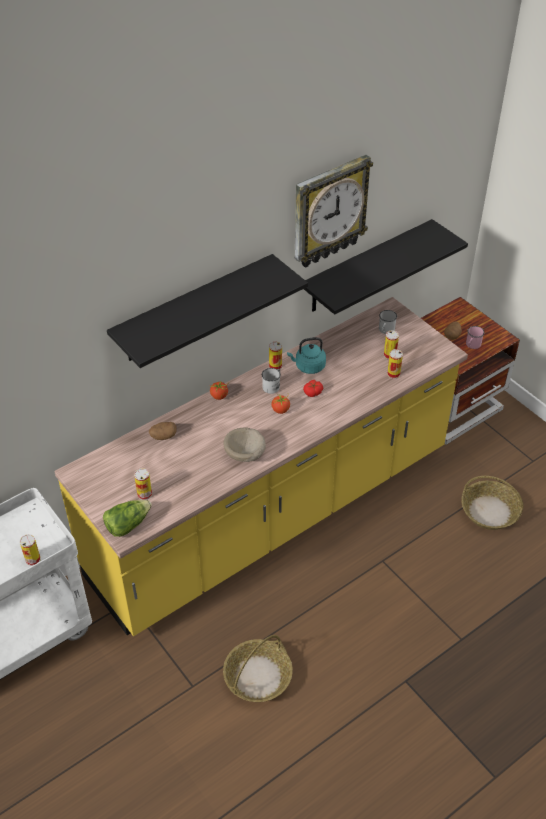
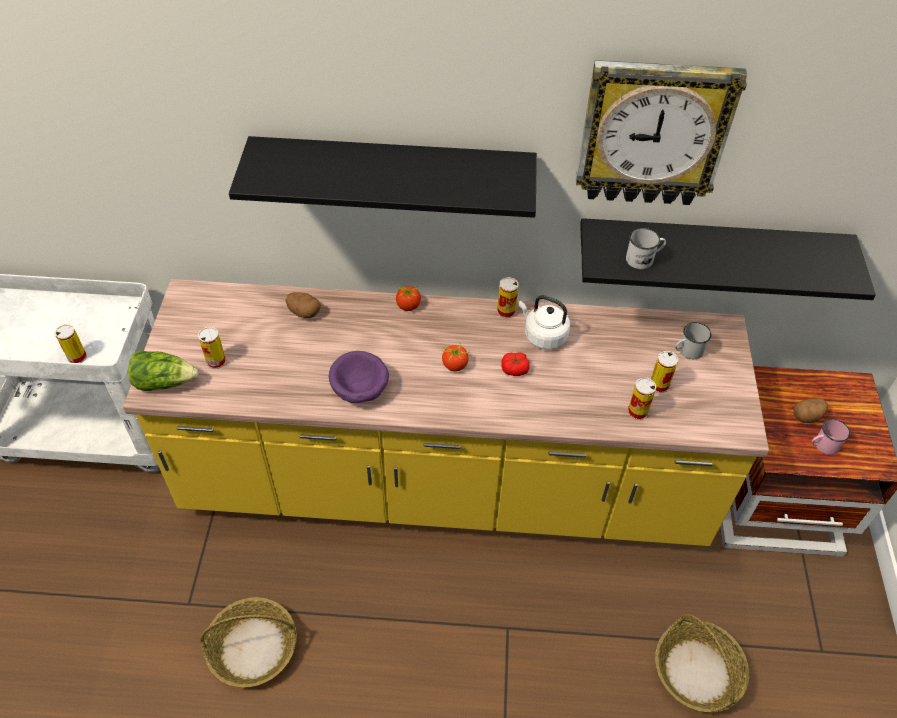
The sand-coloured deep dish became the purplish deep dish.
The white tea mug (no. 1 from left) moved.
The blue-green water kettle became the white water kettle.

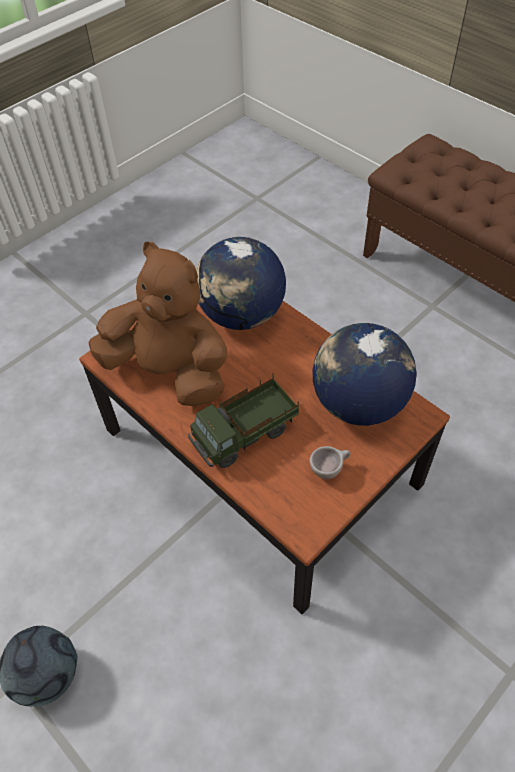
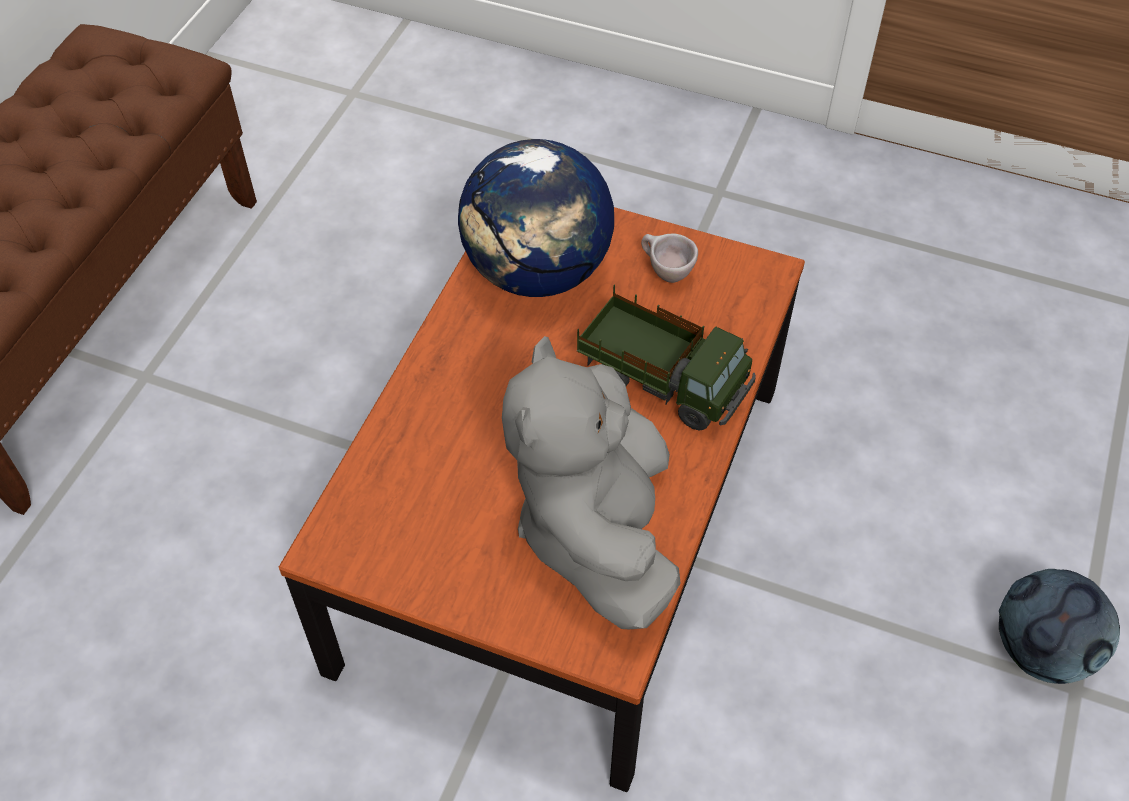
The brownish cuddly toy became the grey cuddly toy.
The desk globe (no. 1 from left) disappeared.

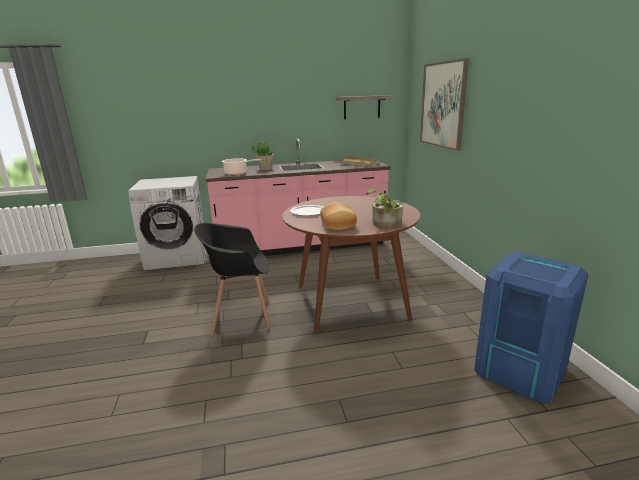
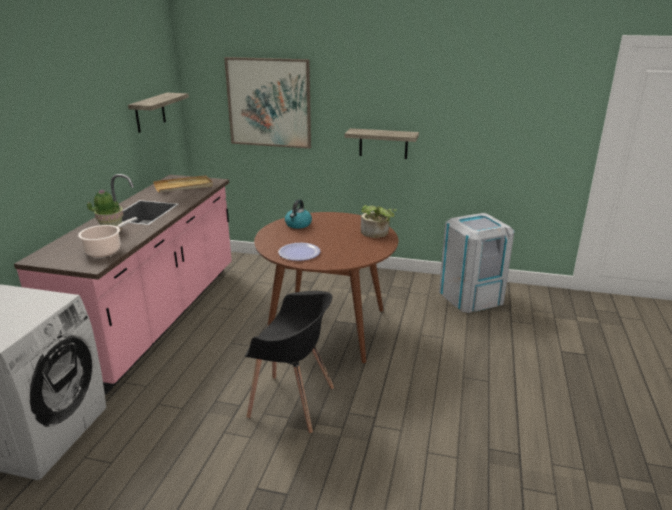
The black chair turned 90 degrees counterclockwise.
The bread disappeared.
The blue-coloured waste bin became the grey waste bin.
The water kettle appeared.
The bracket shelf (no. 2 from left) appeared.

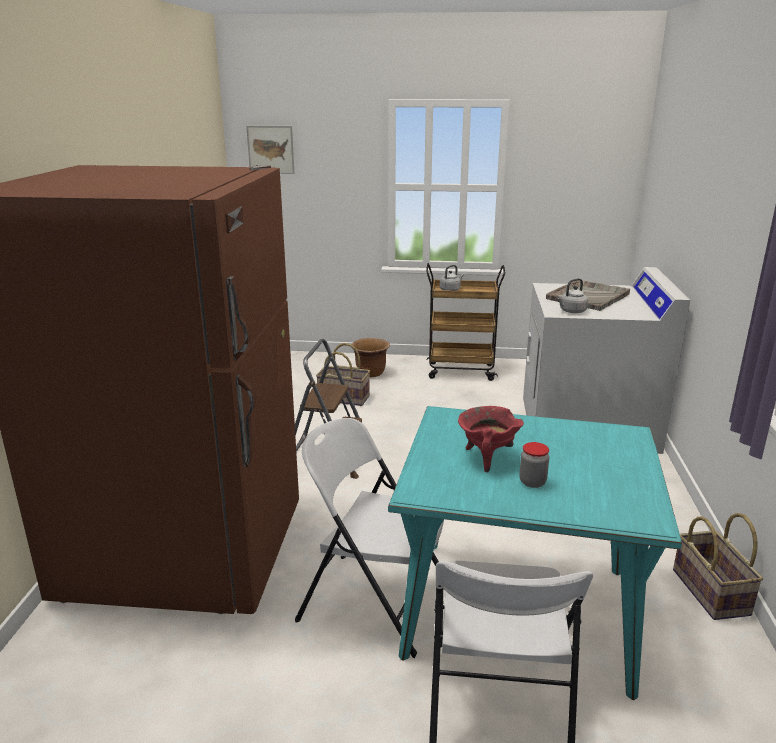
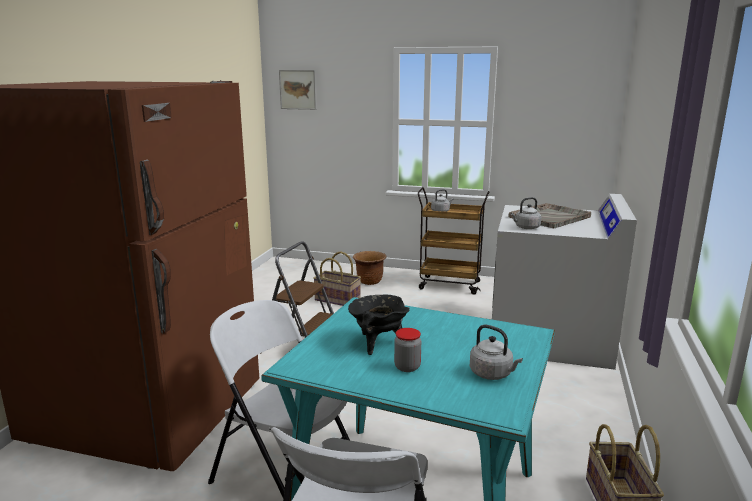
The red saucepot became the black saucepot.
The grey water kettle (no. 2 from left) appeared.

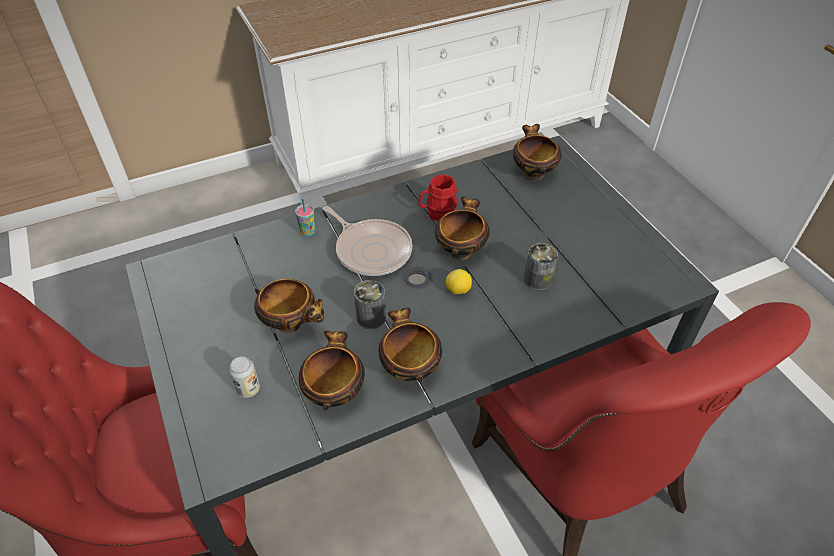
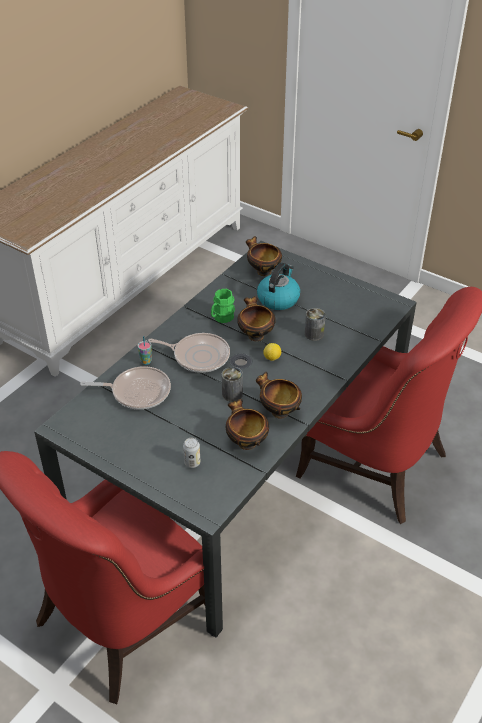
The deep dish (no. 1 from left) disappeared.
The red tea mug became the greenish tea mug.
The pan (no. 1 from left) appeared.
The water kettle appeared.

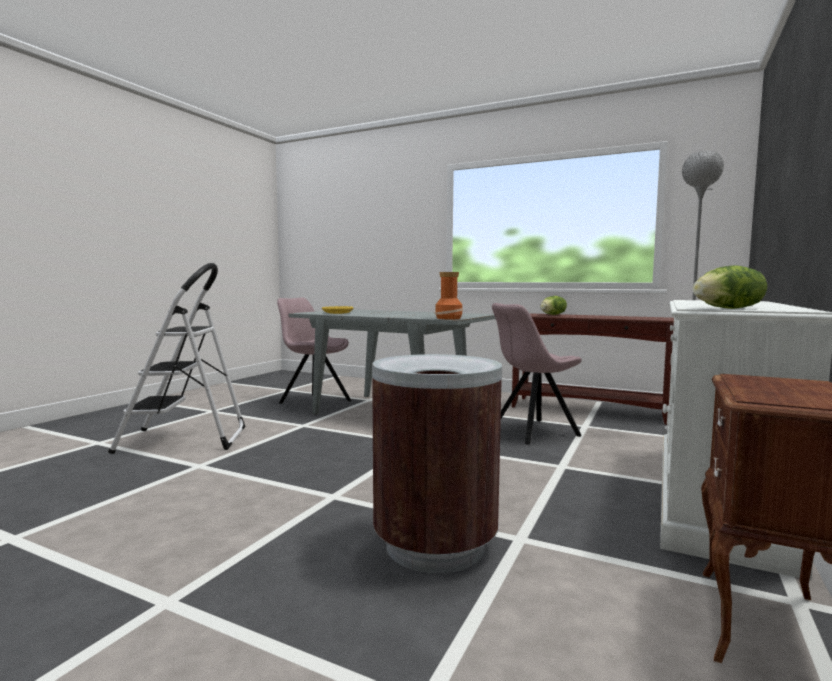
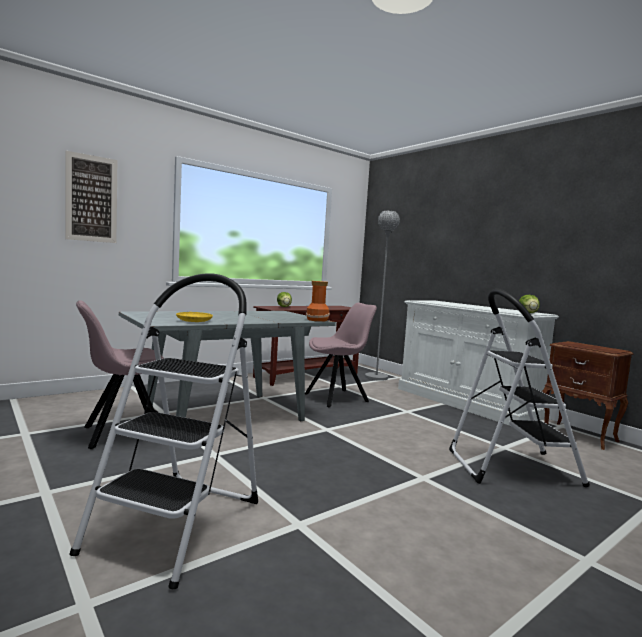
The brownish waste bin was replaced by the step stool (no. 2 from left).
The pink-coloured chair (no. 2 from left) turned 120 degrees counterclockwise.
The wall art appeared.

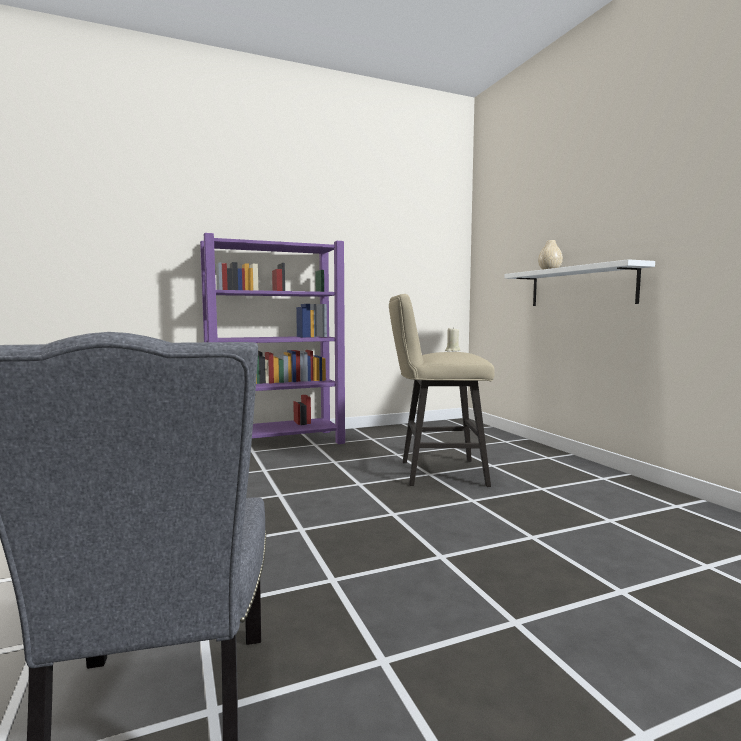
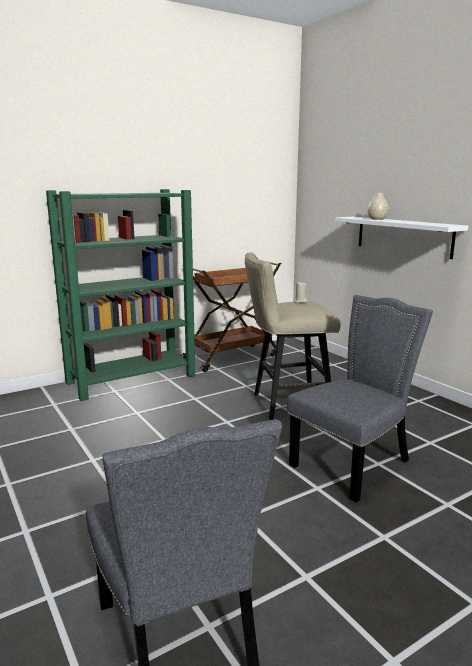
The purplish bookcase became the greenish bookcase.
The brownish wheeled cart appeared.
The grey chair (no. 2 from left) appeared.

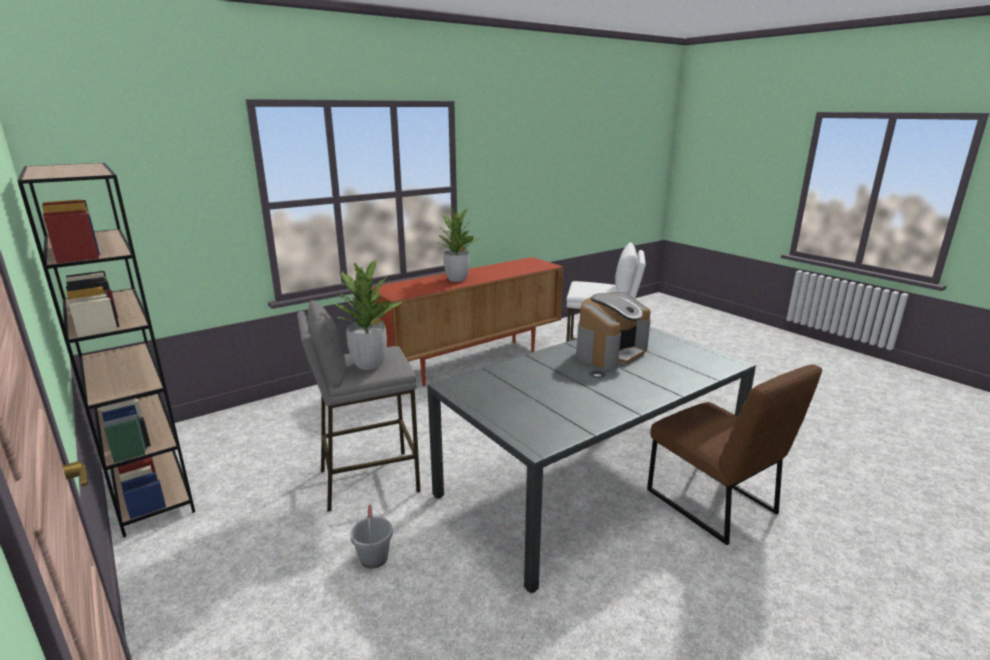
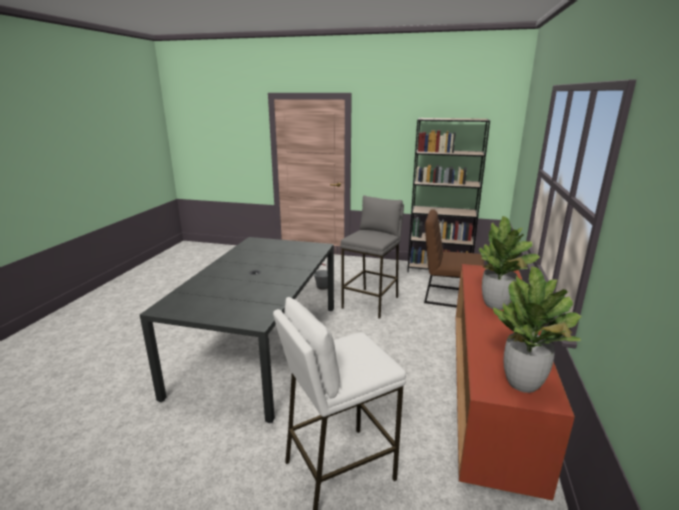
The plant in a pot (no. 1 from left in the first image) moved.
The coffee machine disappeared.
The brownish chair moved.

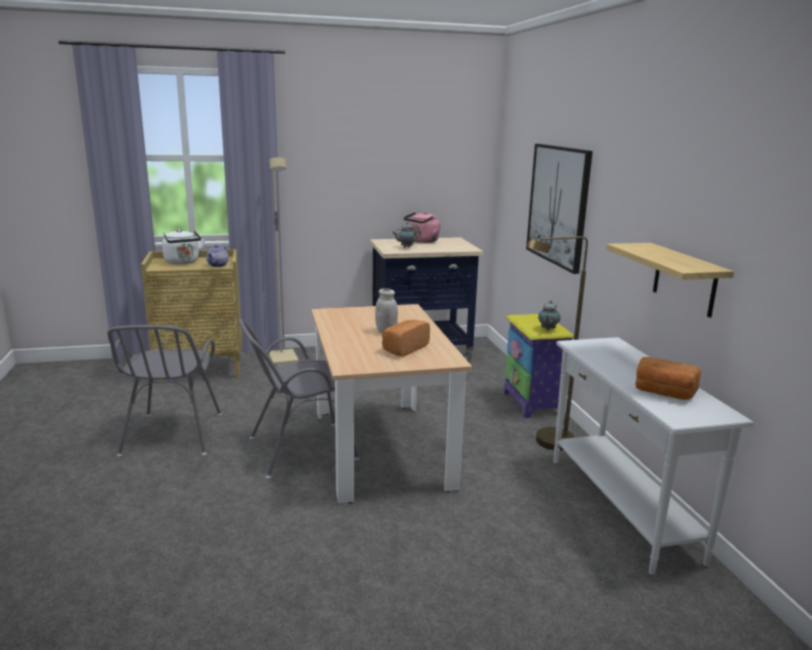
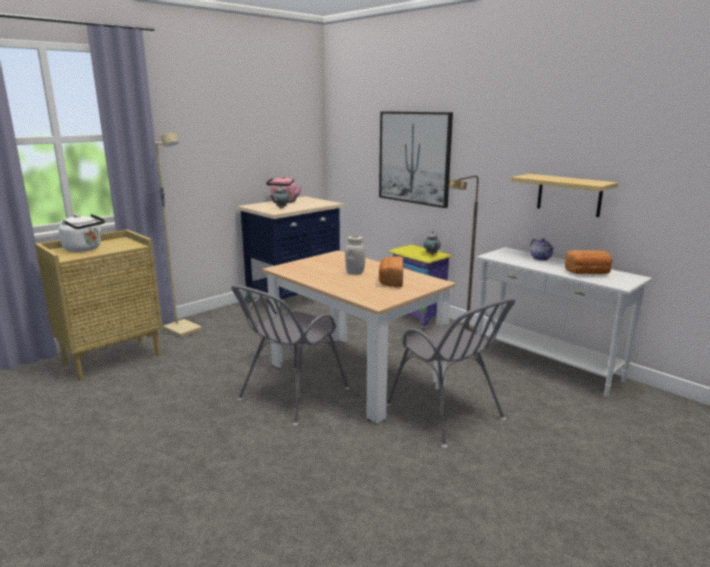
The grey chair (no. 1 from left in the first image) moved.
The teapot (no. 1 from left in the first image) moved.

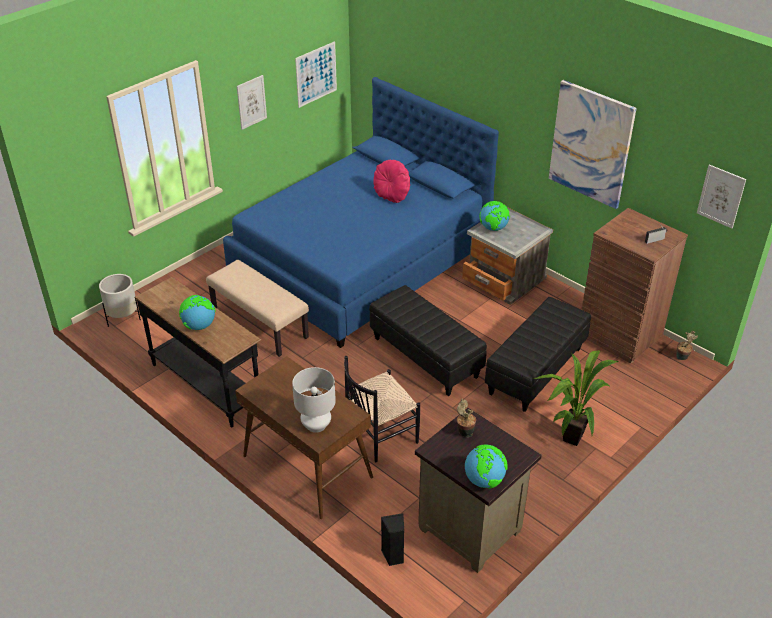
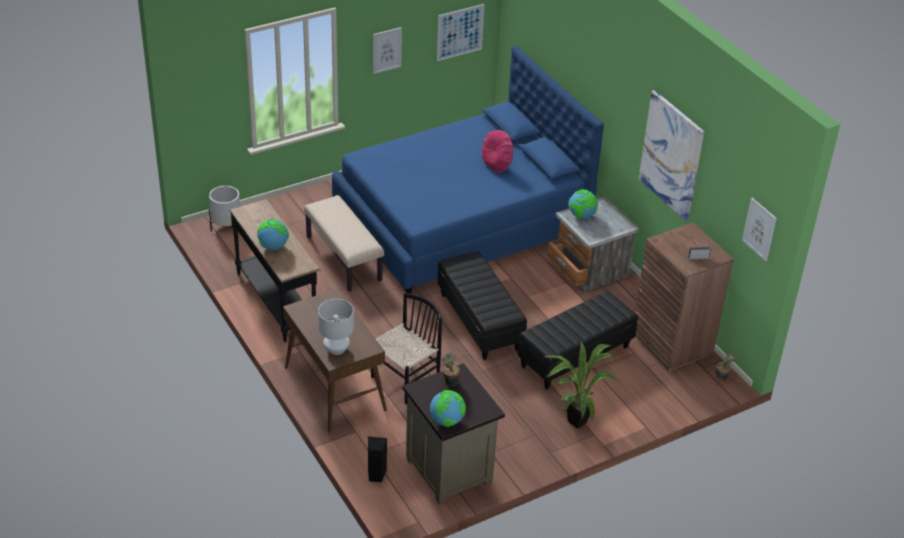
The black chair turned 150 degrees clockwise.

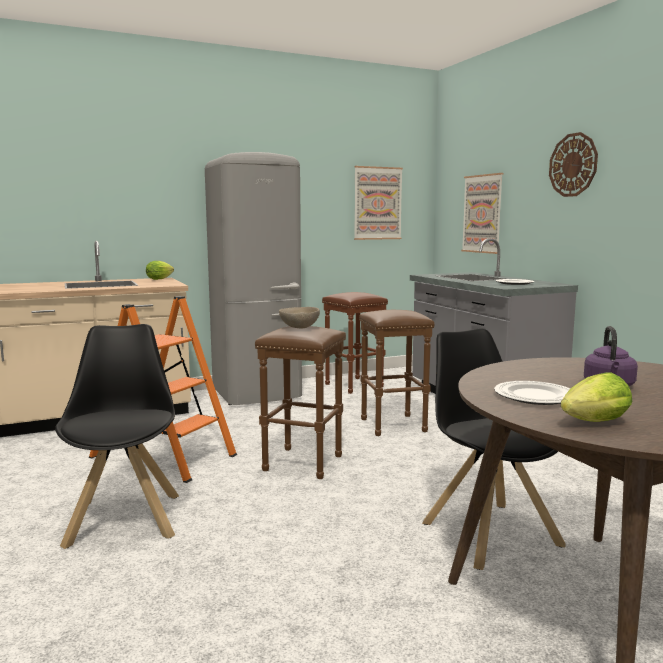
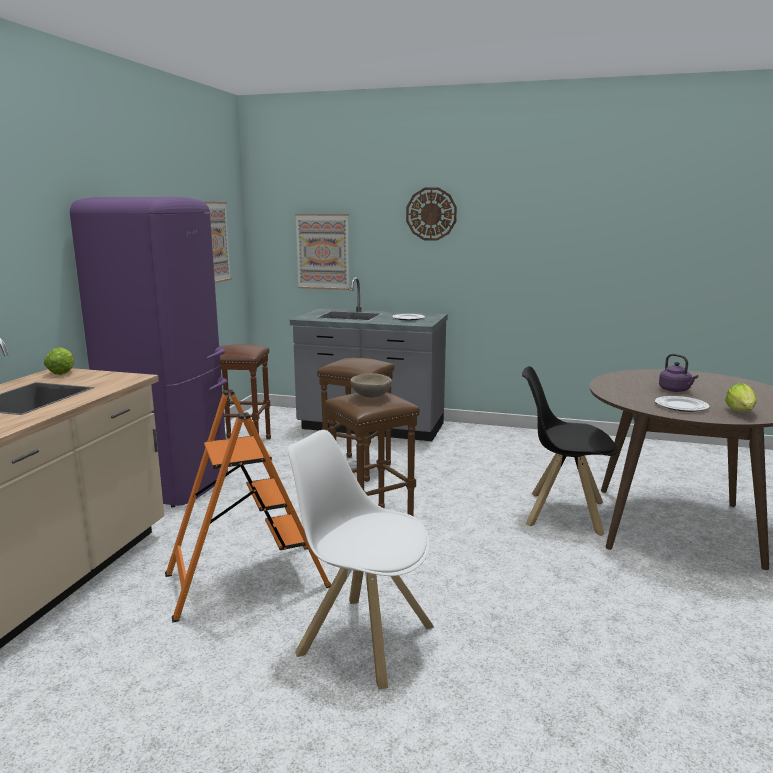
The black chair (no. 1 from left) became the white chair.
The grey fridge became the purplish fridge.

